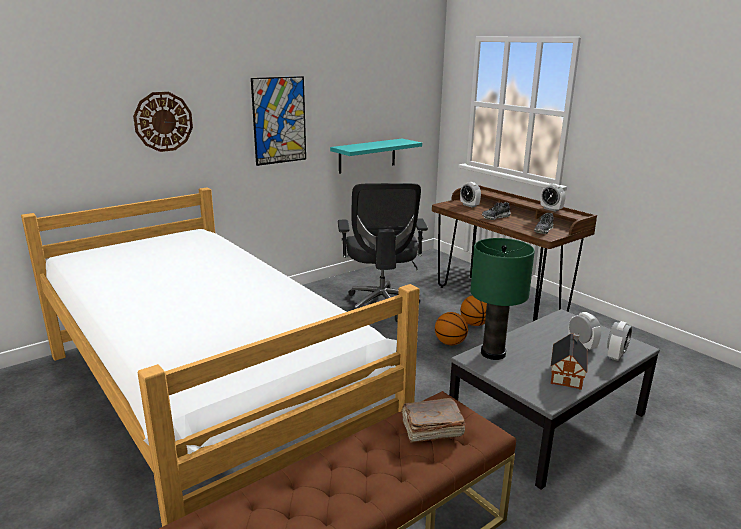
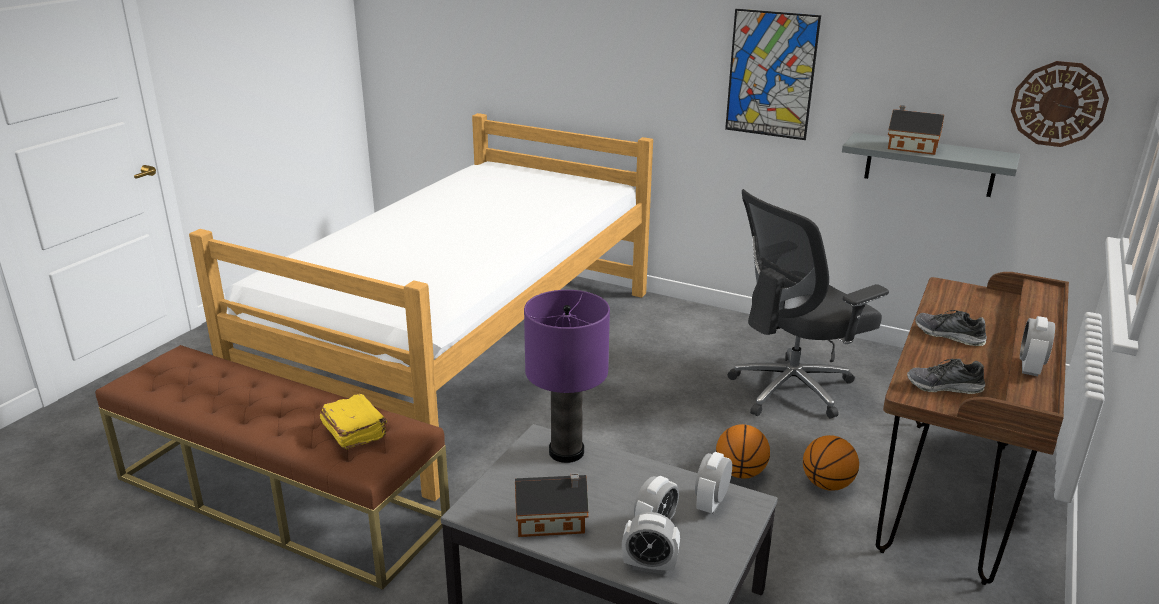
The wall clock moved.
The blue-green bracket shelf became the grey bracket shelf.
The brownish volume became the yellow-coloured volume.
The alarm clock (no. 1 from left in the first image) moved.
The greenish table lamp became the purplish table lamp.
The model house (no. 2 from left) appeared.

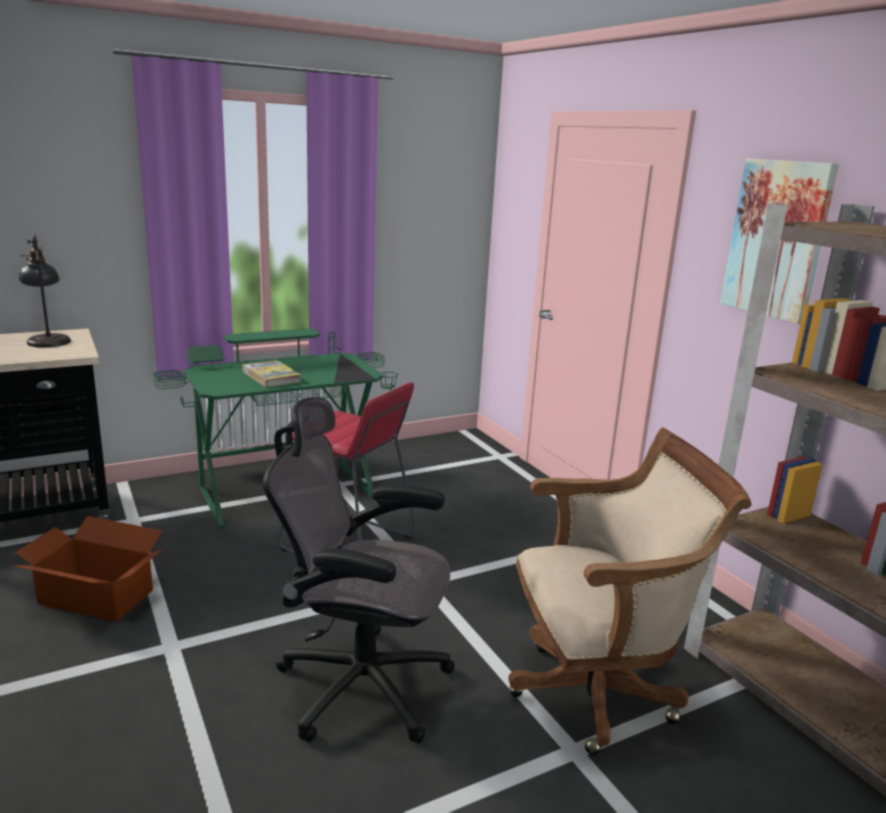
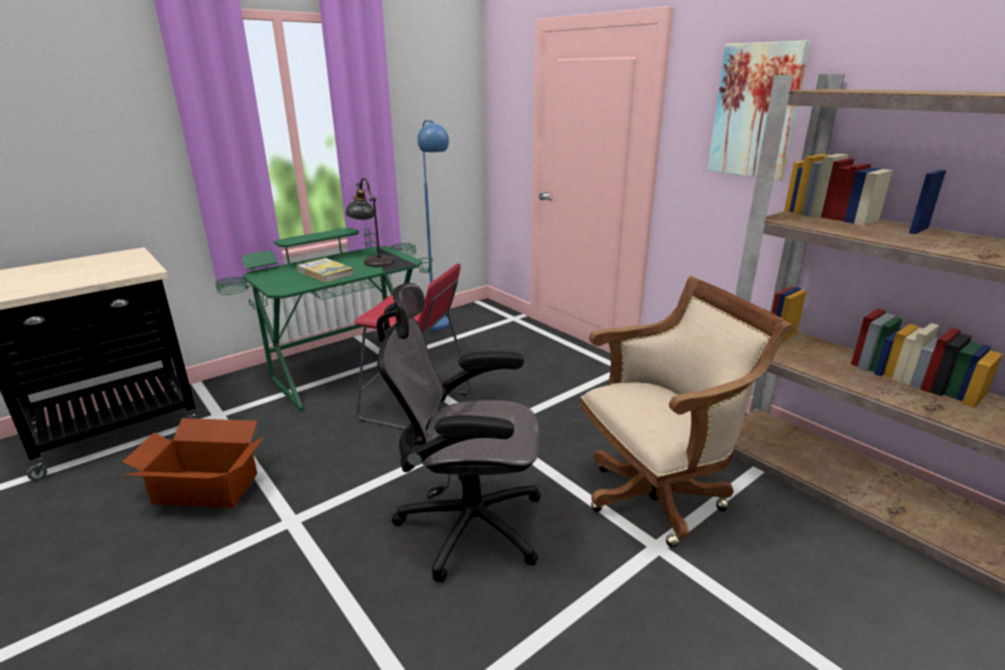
The grey table lamp moved.
The blue-coloured floor lamp appeared.

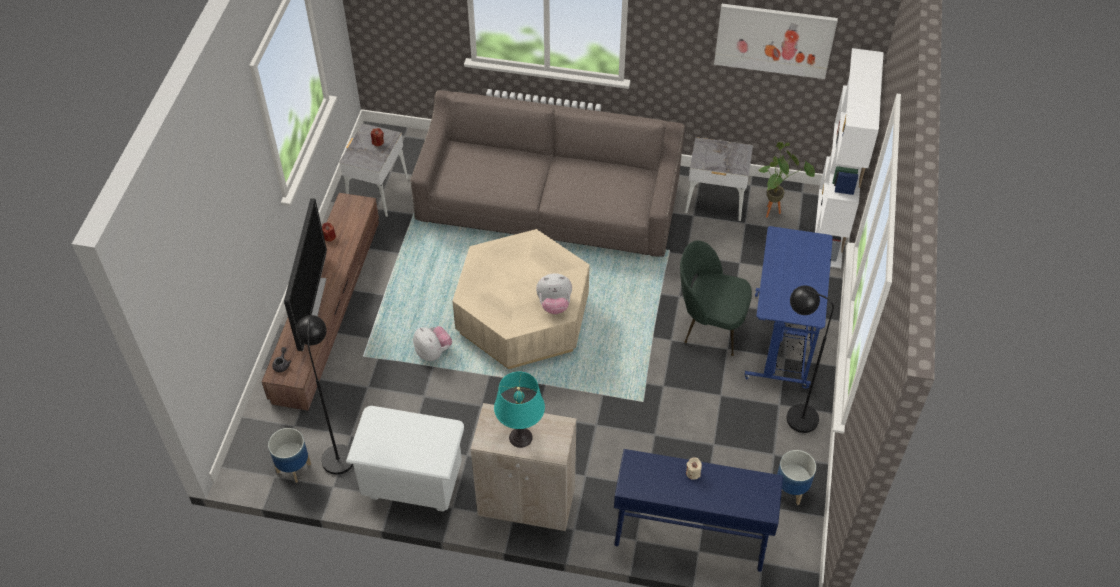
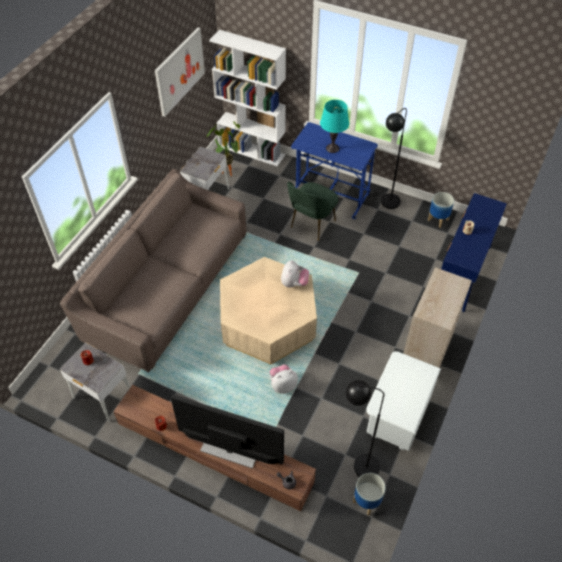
The blue-green table lamp moved.

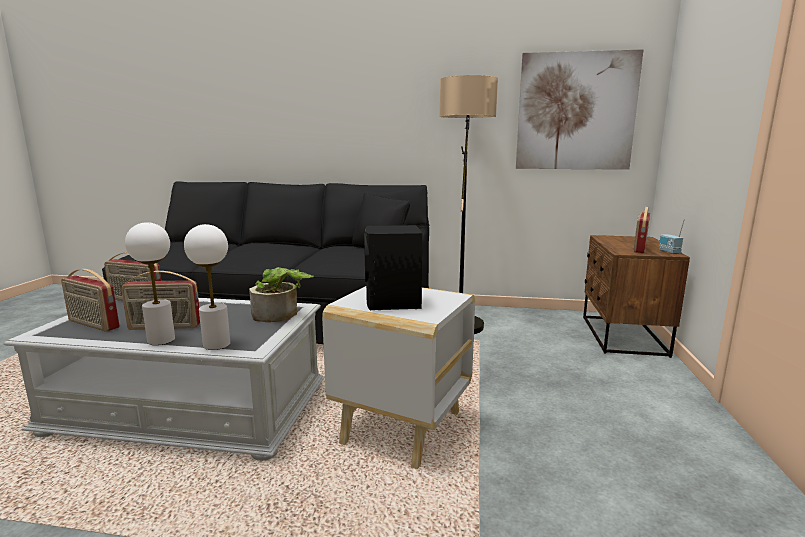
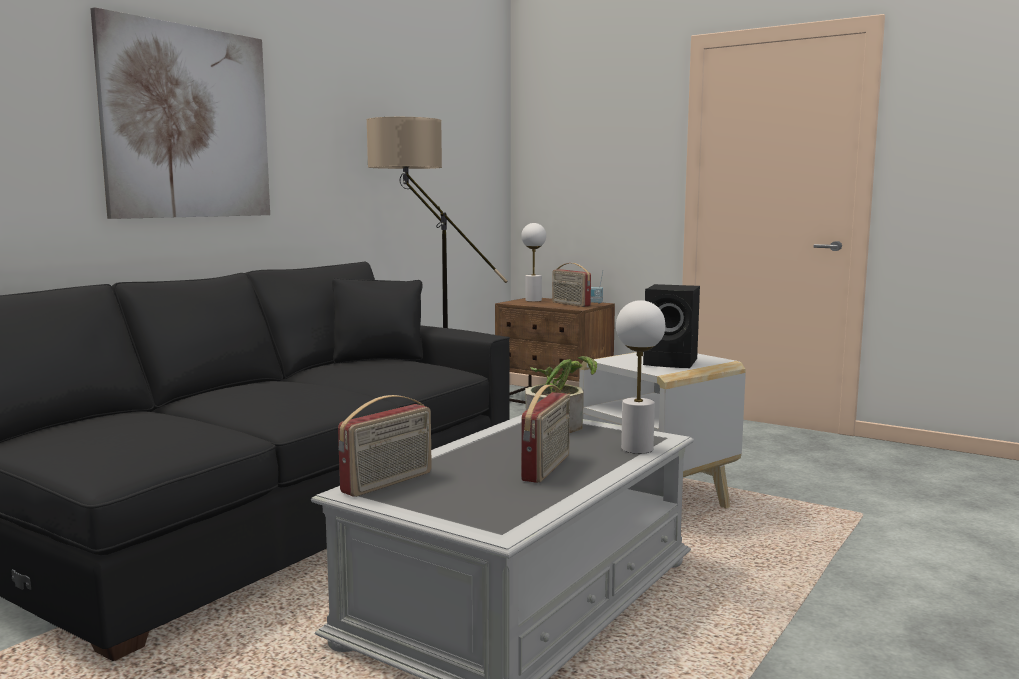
The radio set (no. 1 from left) disappeared.
The white table lamp (no. 1 from left) moved.
The wall art moved.

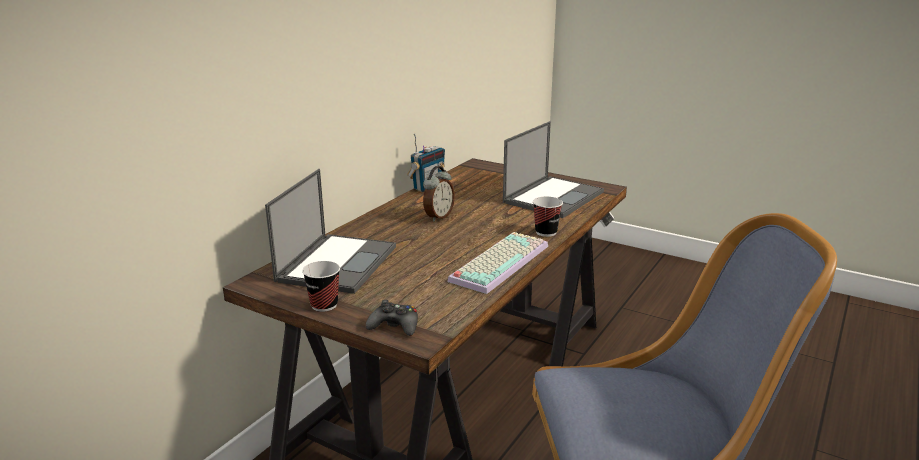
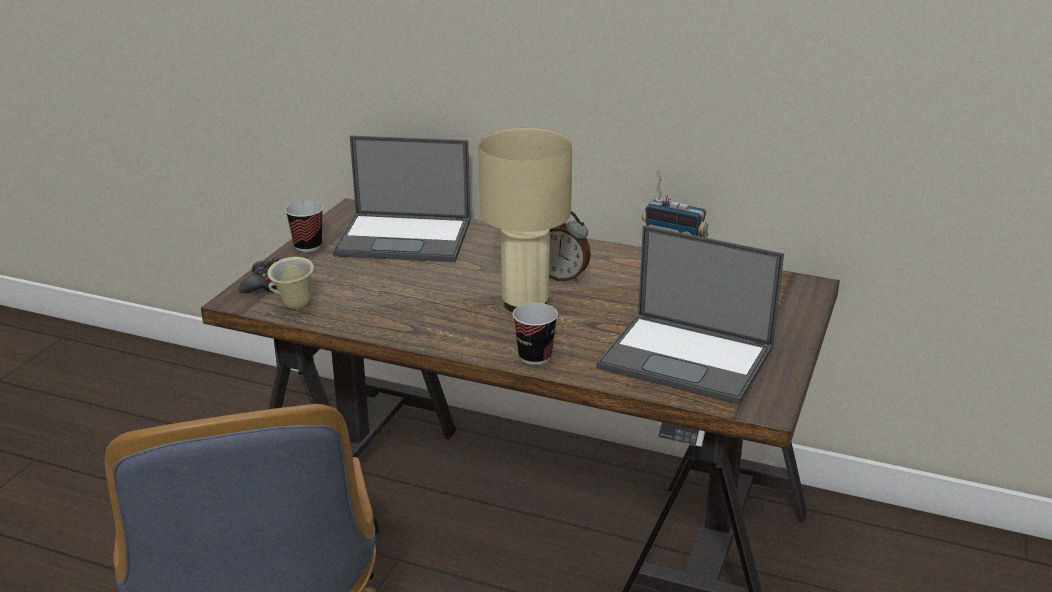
The keyboard disappeared.
The sand-coloured tea mug appeared.
The sand-coloured table lamp appeared.

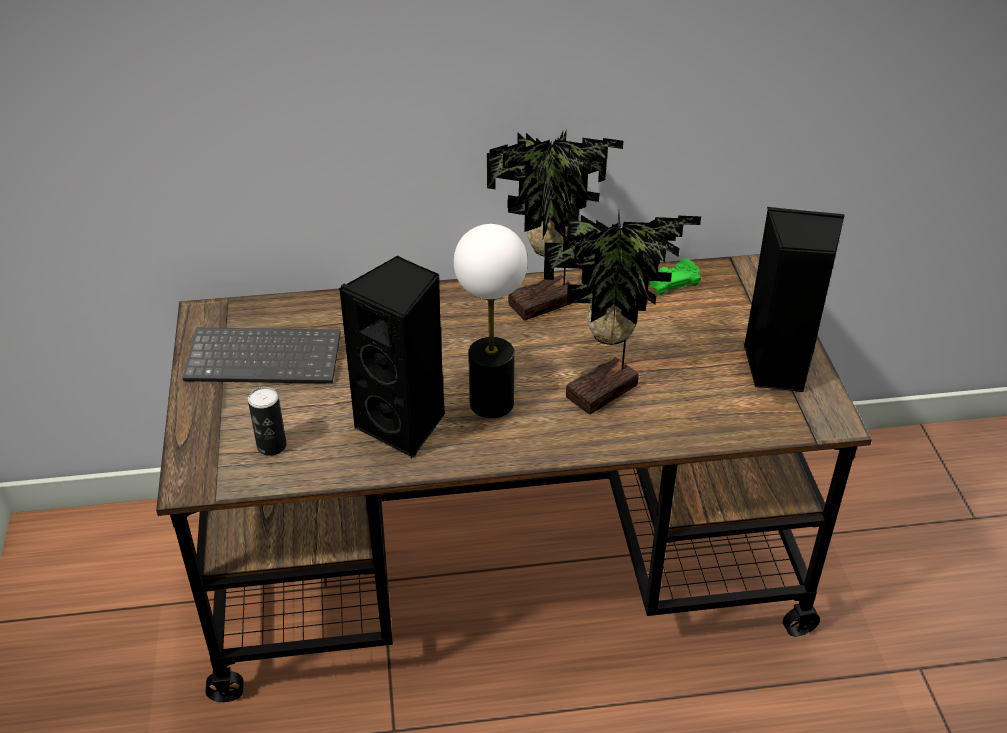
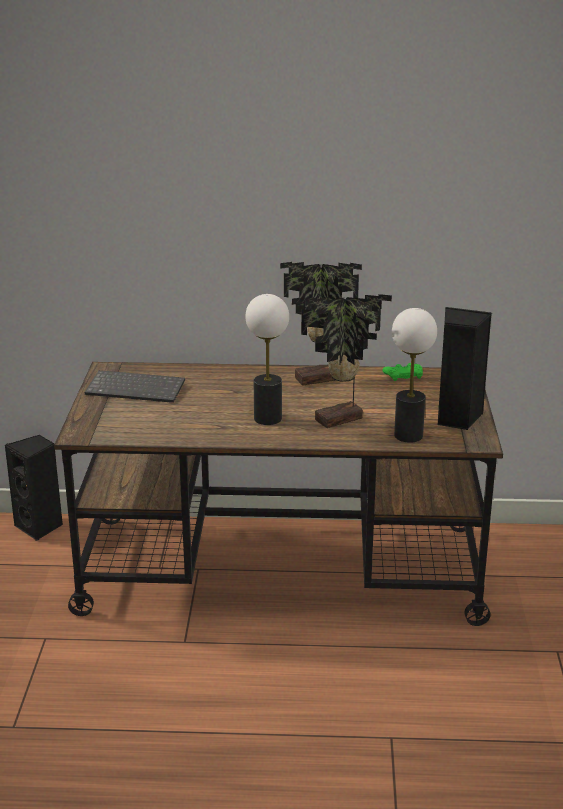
The can disappeared.
The black speaker (no. 1 from left) moved.
The table lamp (no. 2 from left) appeared.

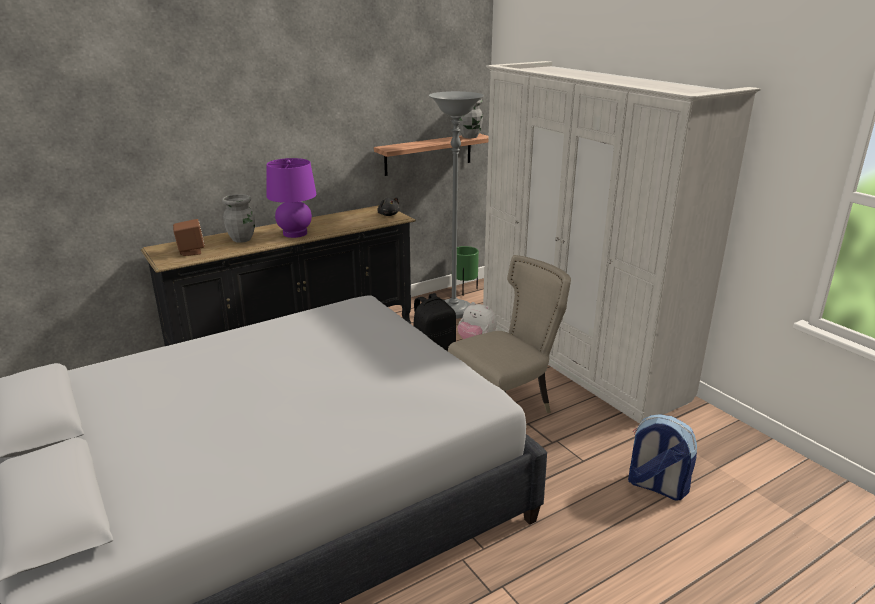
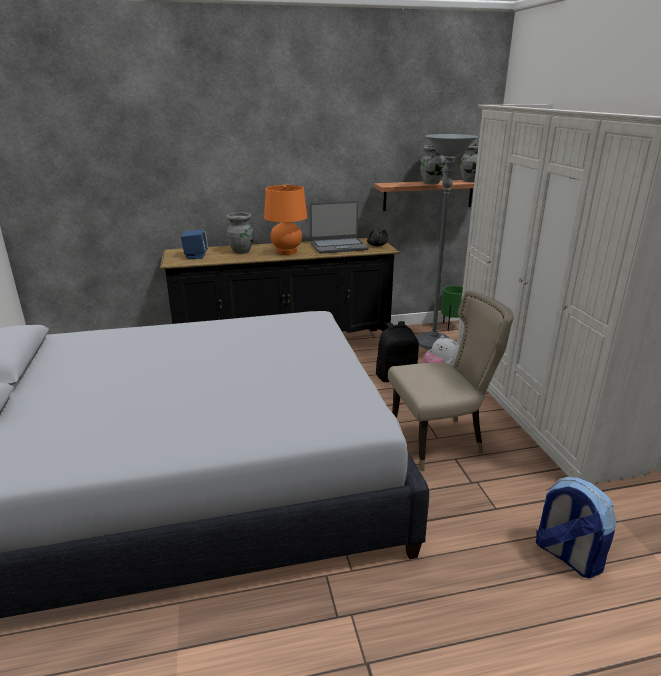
The brownish speaker became the blue-coloured speaker.
The purplish table lamp became the orangey table lamp.
The portable computer appeared.
The grey vase (no. 2 from left) appeared.

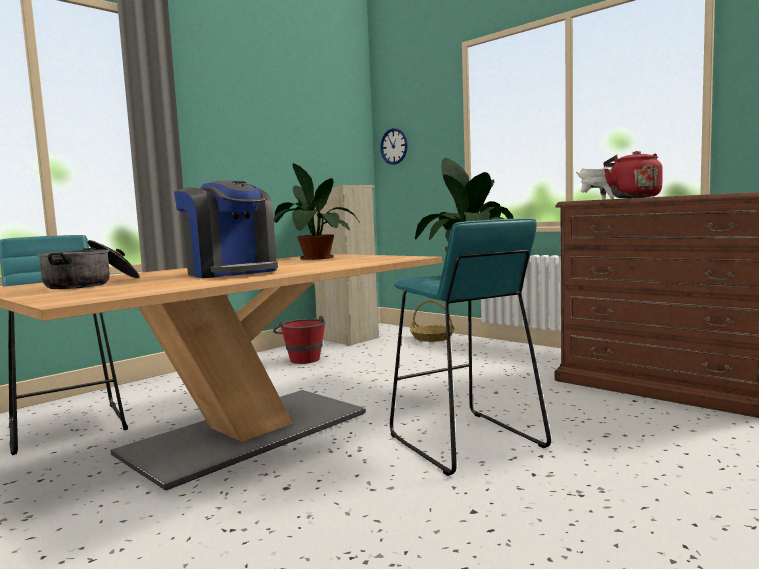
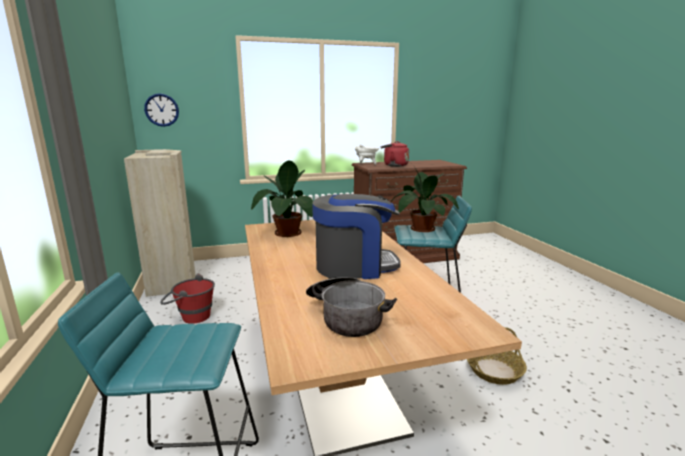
The basket moved.

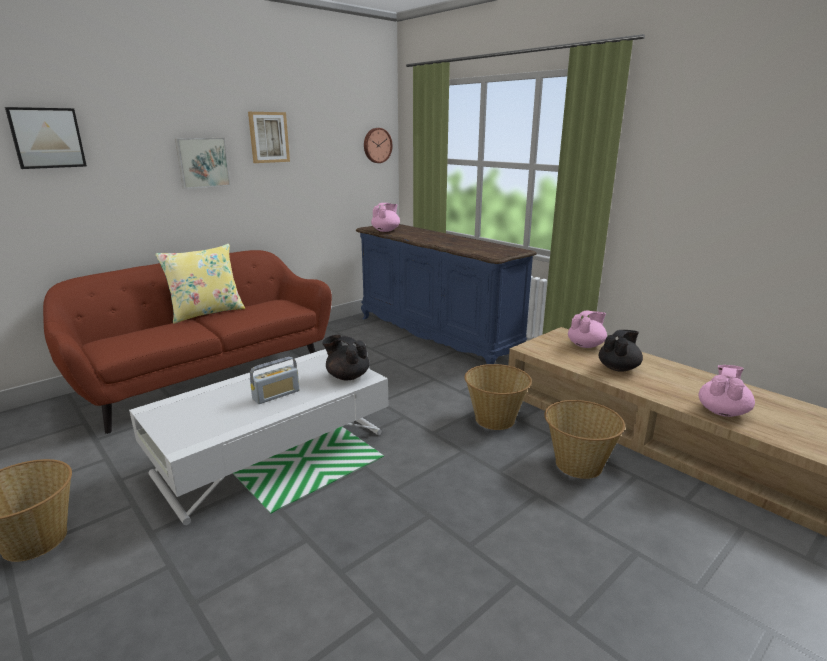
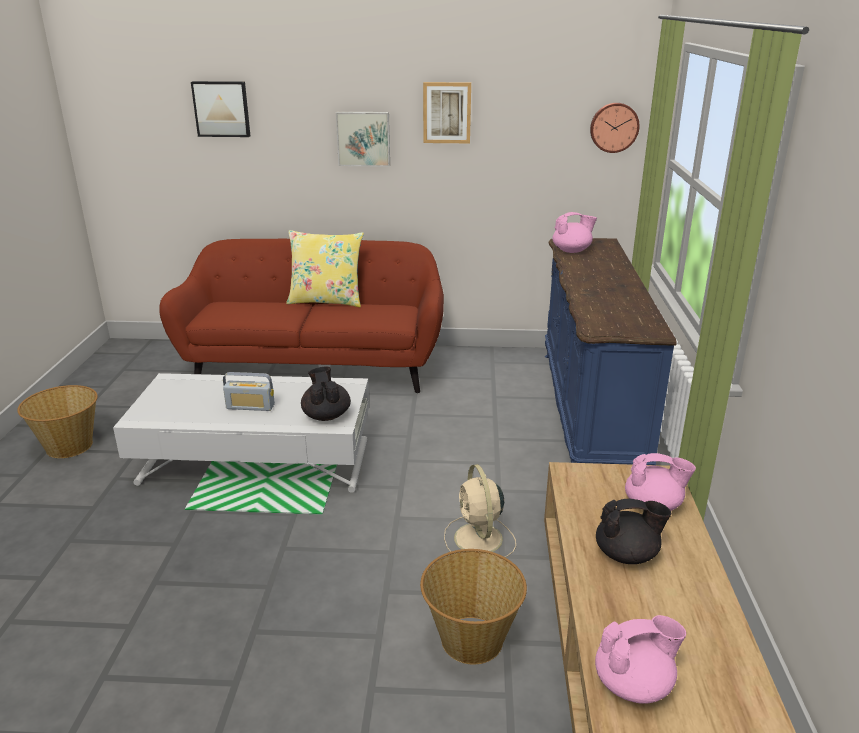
The basket (no. 2 from left) was replaced by the sand-coloured cooling fan.

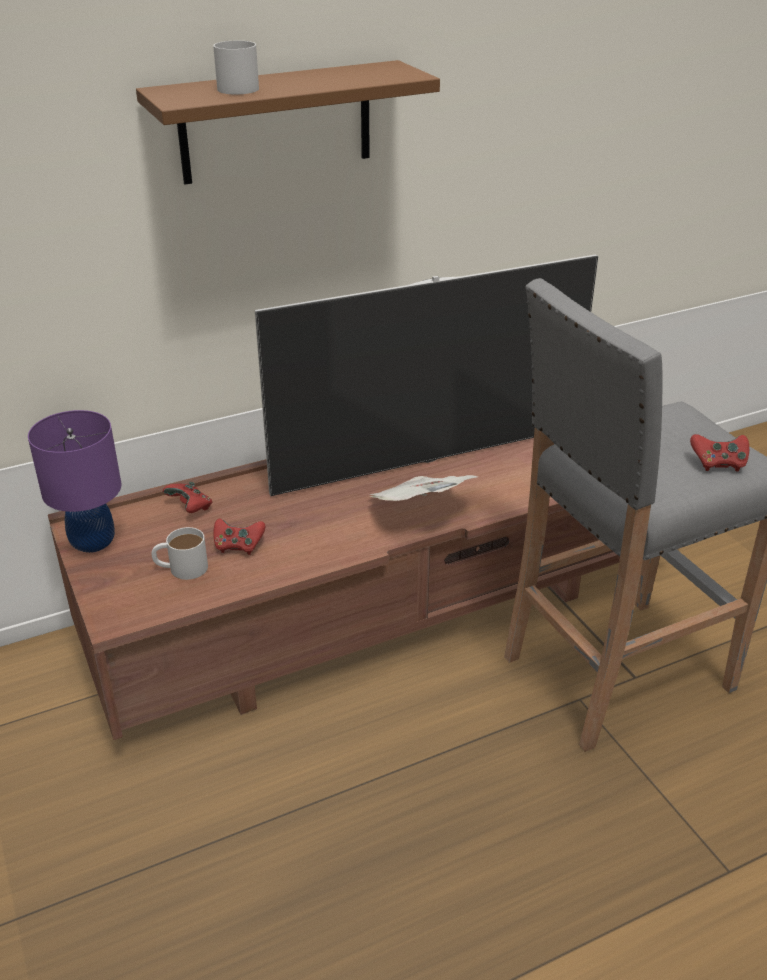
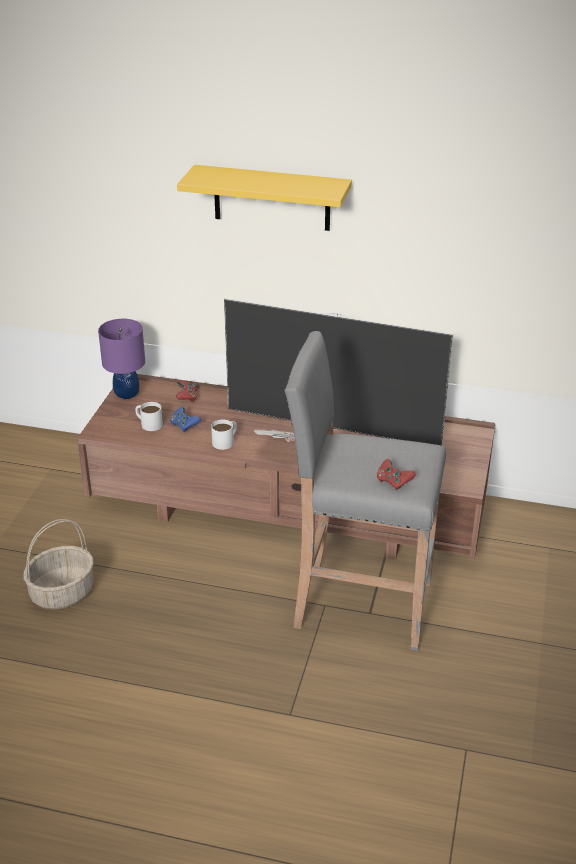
The brownish bracket shelf became the yellow-coloured bracket shelf.
The white tea mug (no. 2 from left) moved.
The red game controller (no. 2 from left) became the blue-coloured game controller.
The basket appeared.

